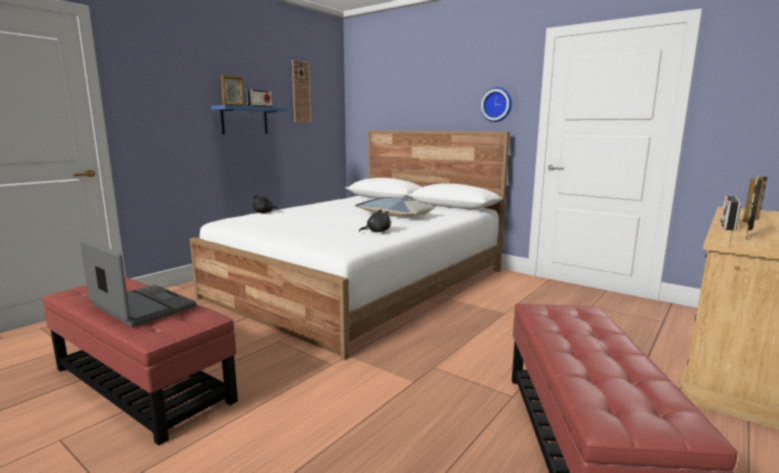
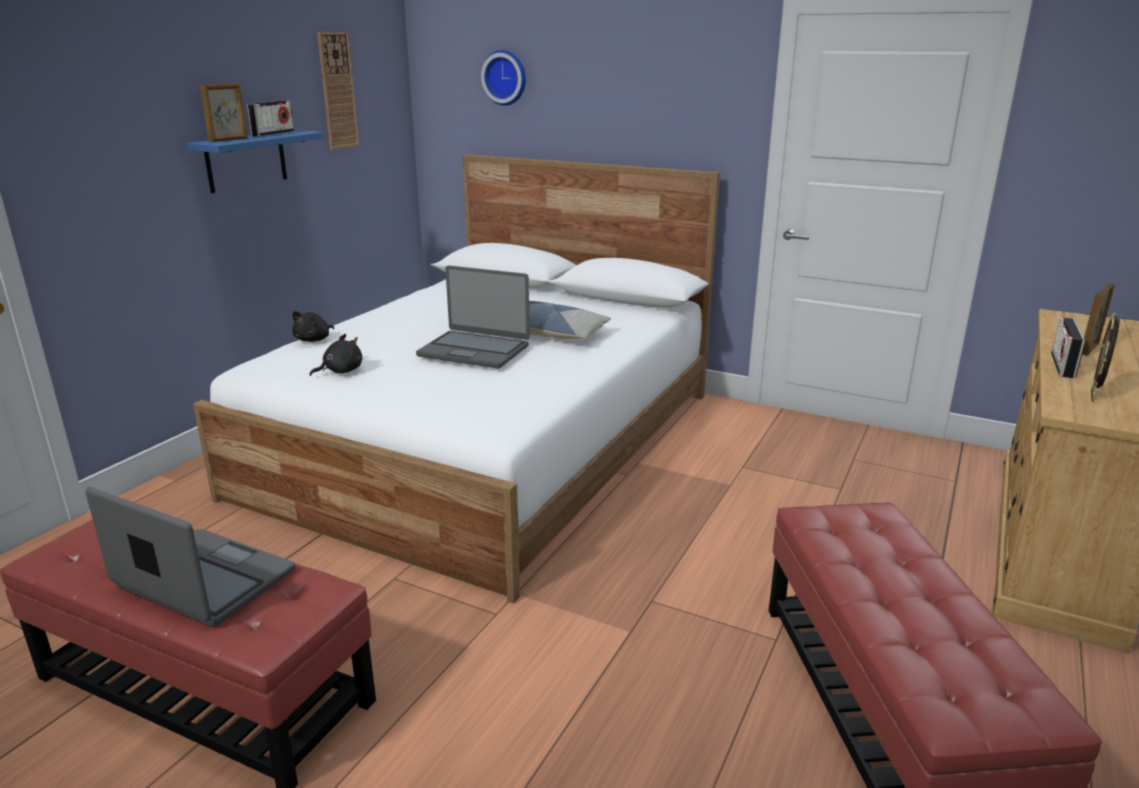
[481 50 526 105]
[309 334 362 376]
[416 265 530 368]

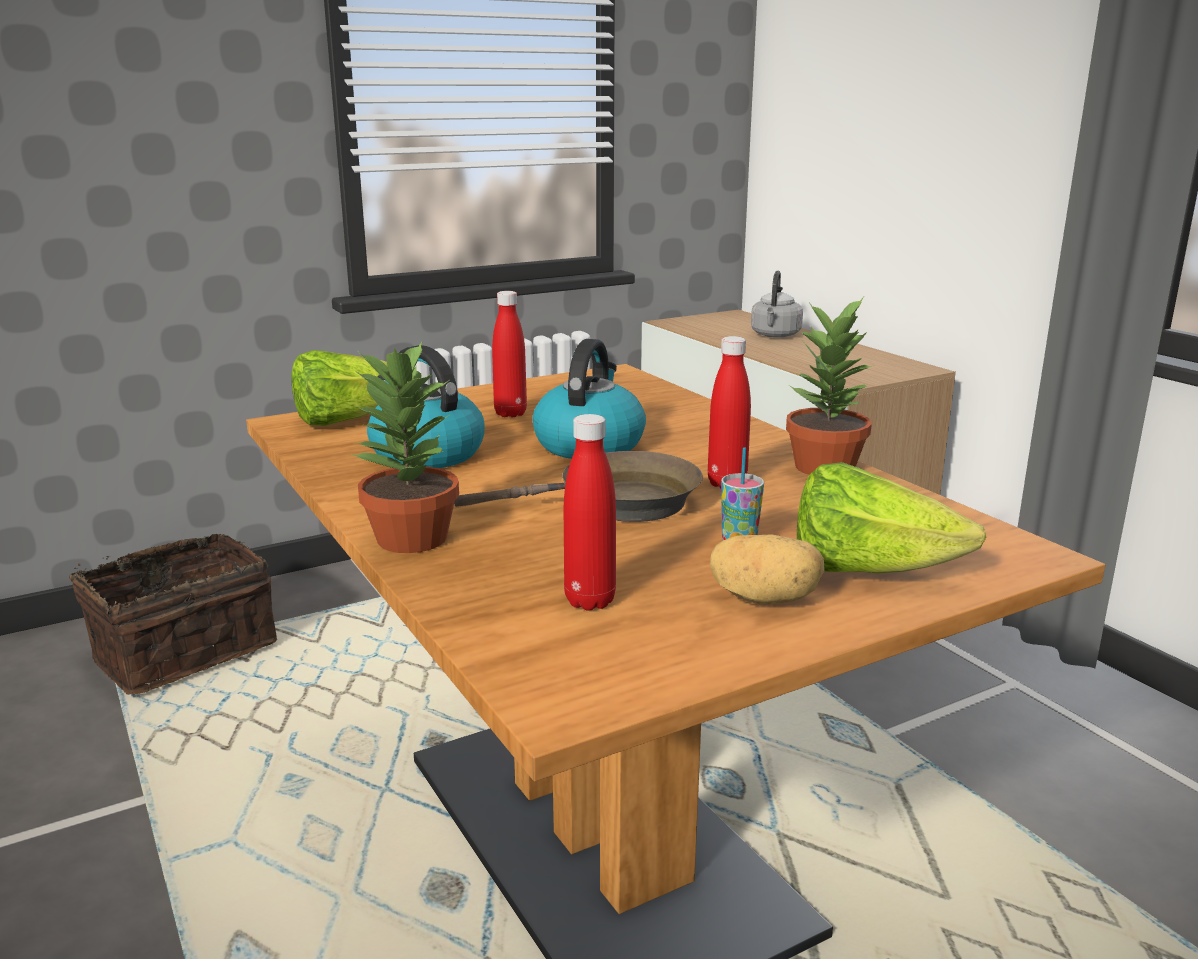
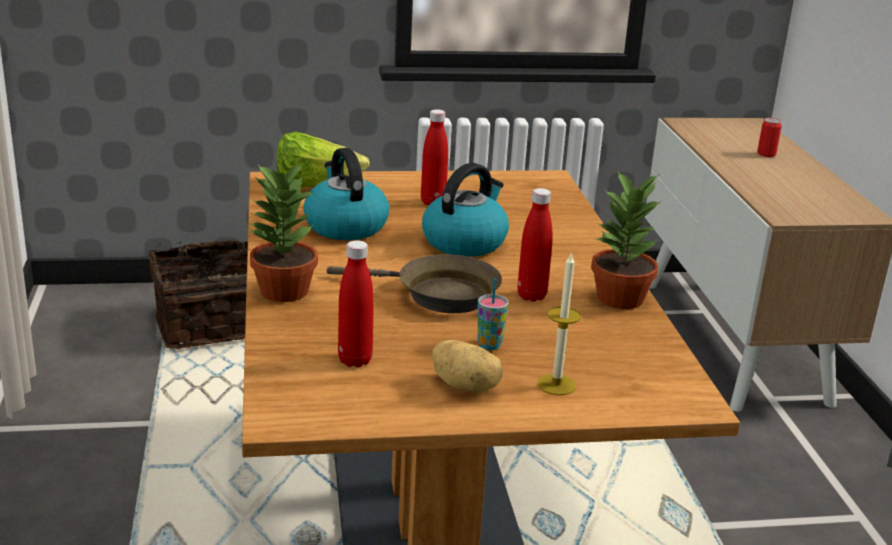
[757 118 782 157]
[537 252 581 395]

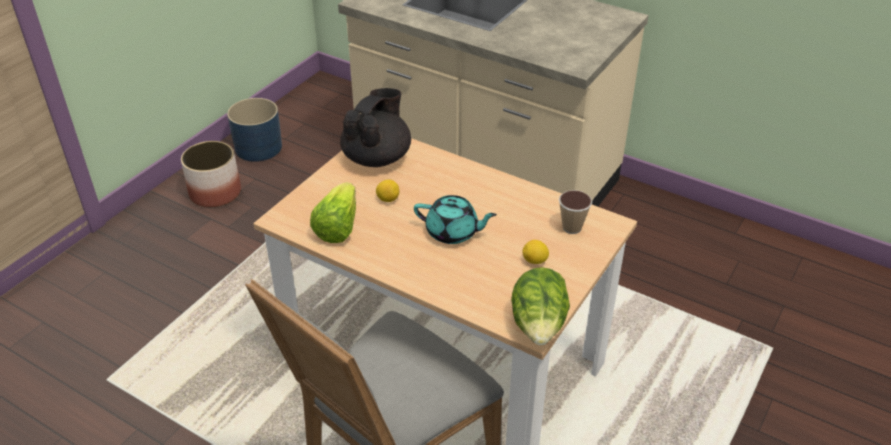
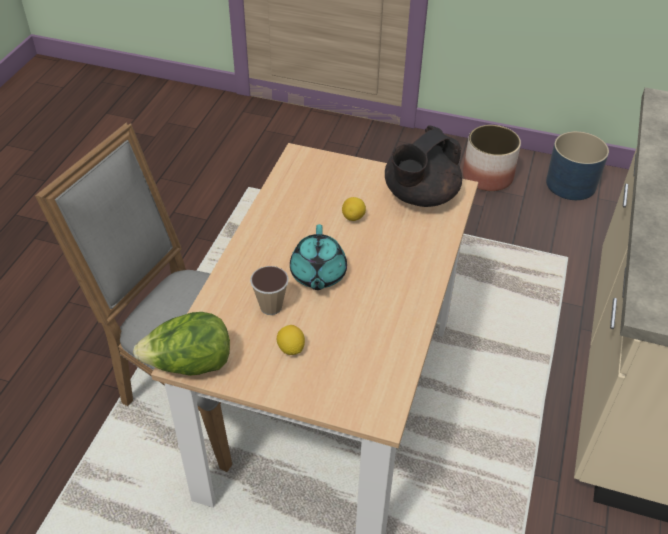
[385 125 462 207]
[310 182 356 243] (first image)
[250 266 289 315]

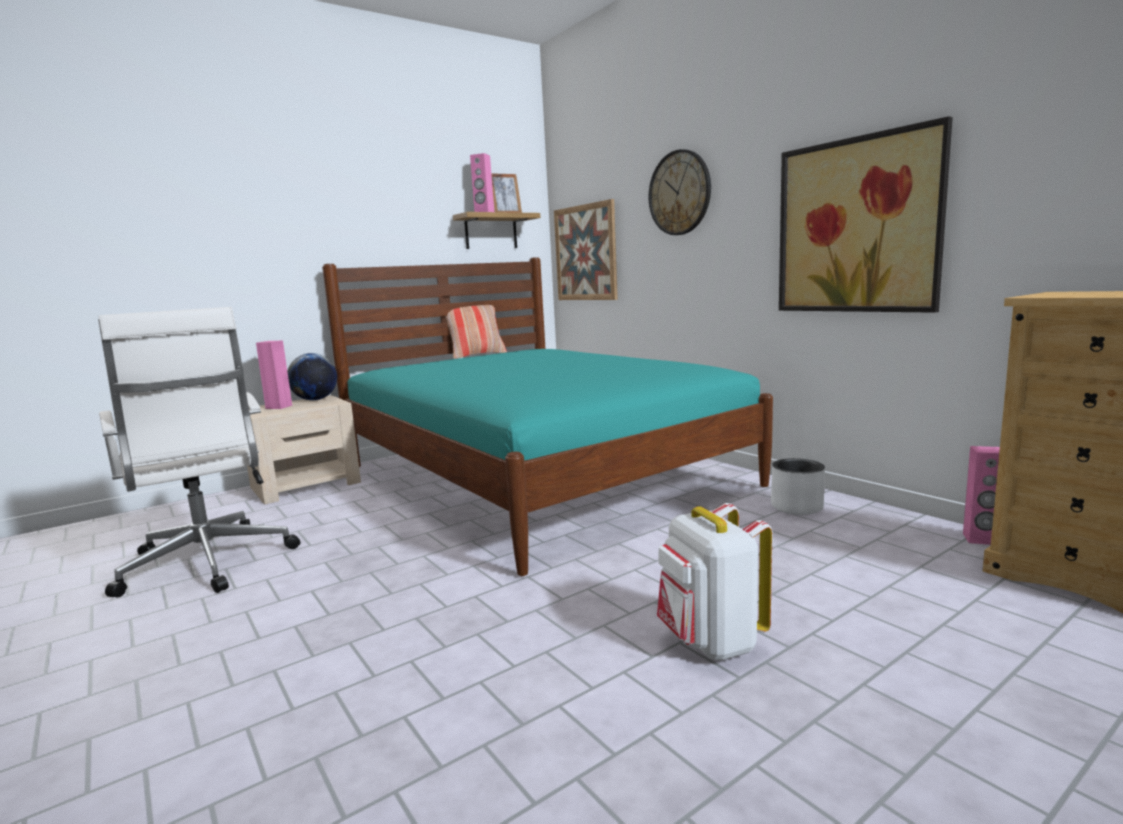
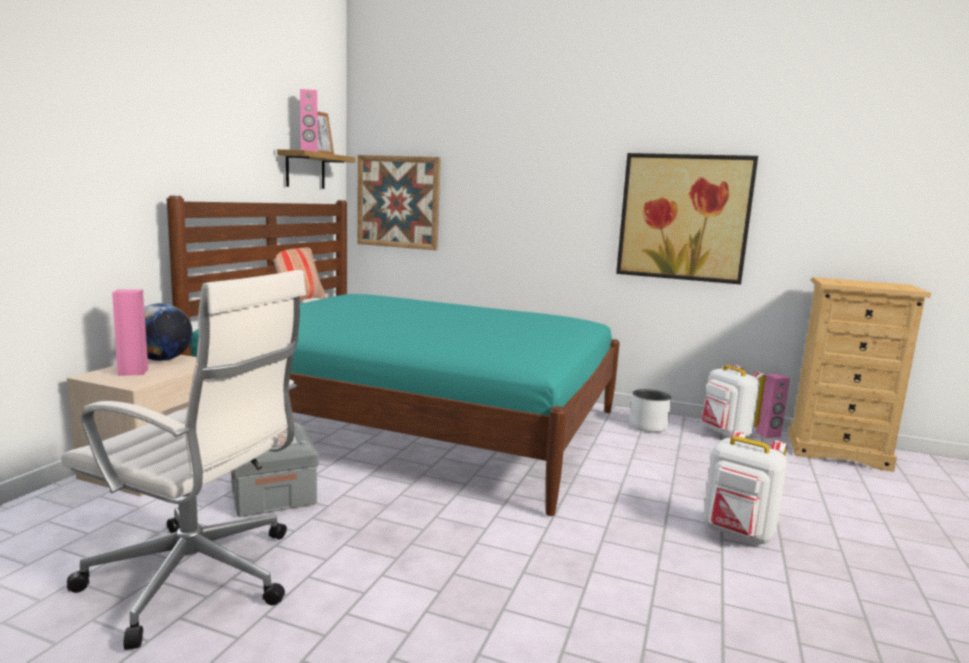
[649 149 711 235] (first image)
[702 365 766 438]
[231 423 319 517]

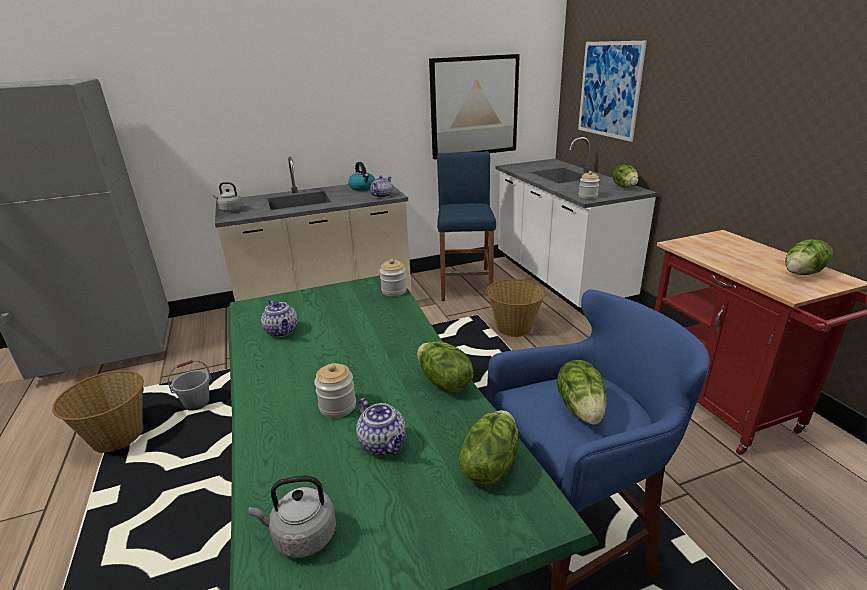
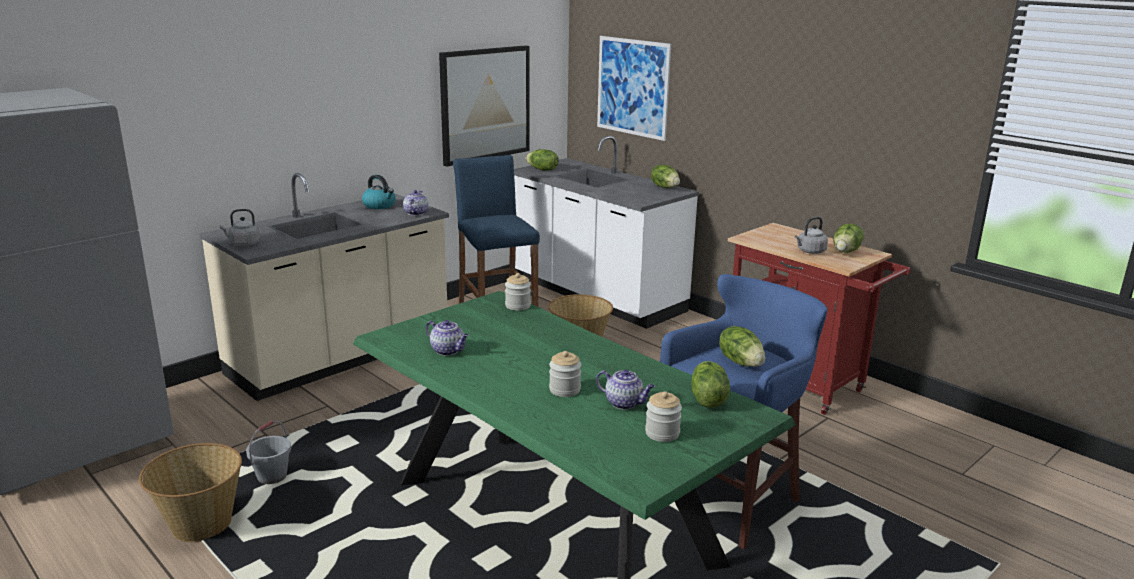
[645 391 682 442]
[526 149 559 170]
[795 217 828 254]

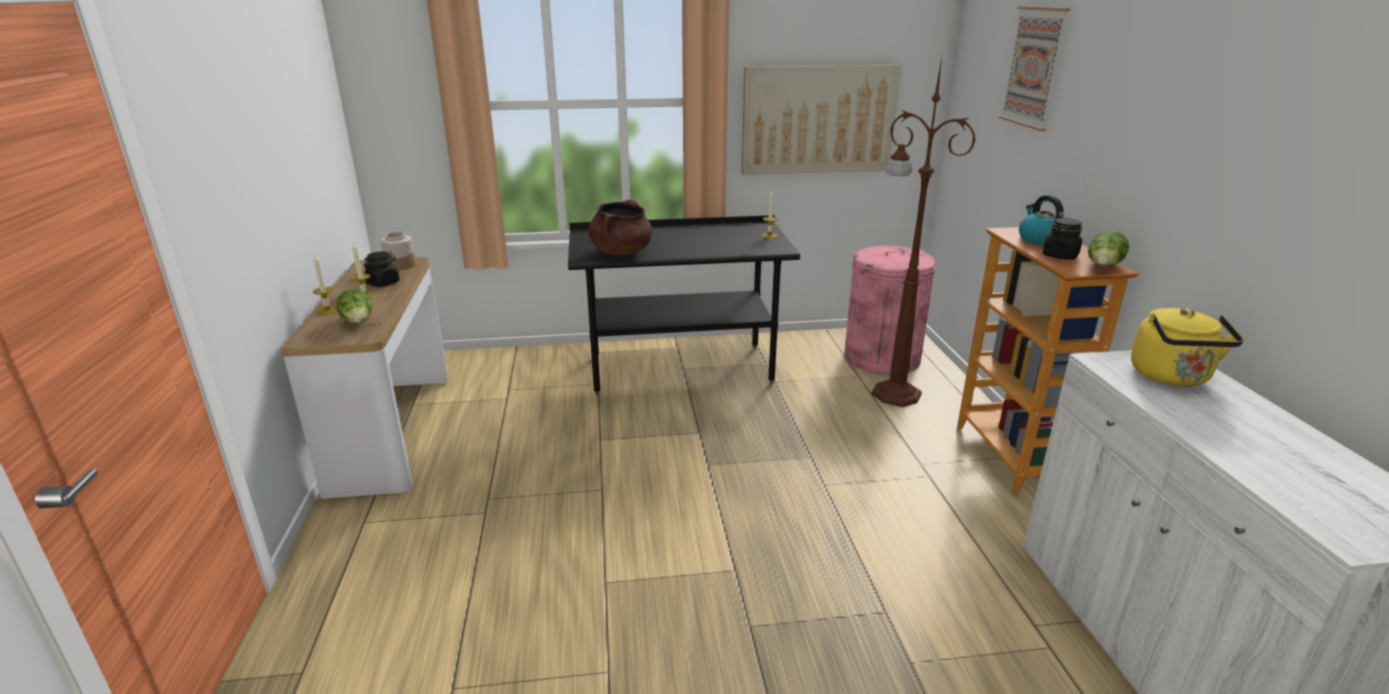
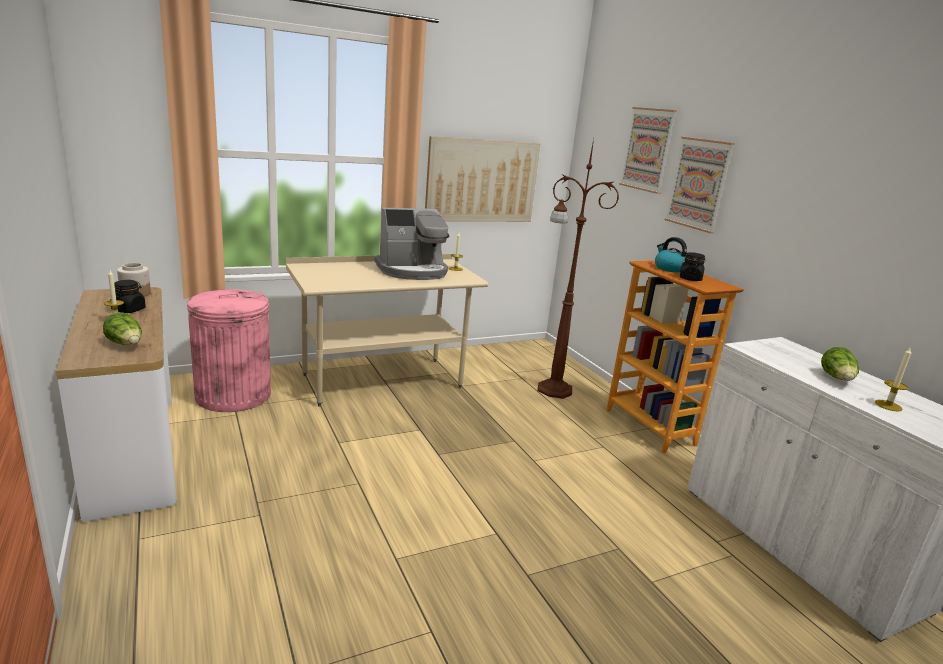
[588 200 652 255] (first image)
[286 254 488 406]
[821 347 859 381]
[187 289 271 412]
[875 348 911 412]
[1131 308 1244 387] (first image)
[665 137 735 233]
[374 208 450 280]

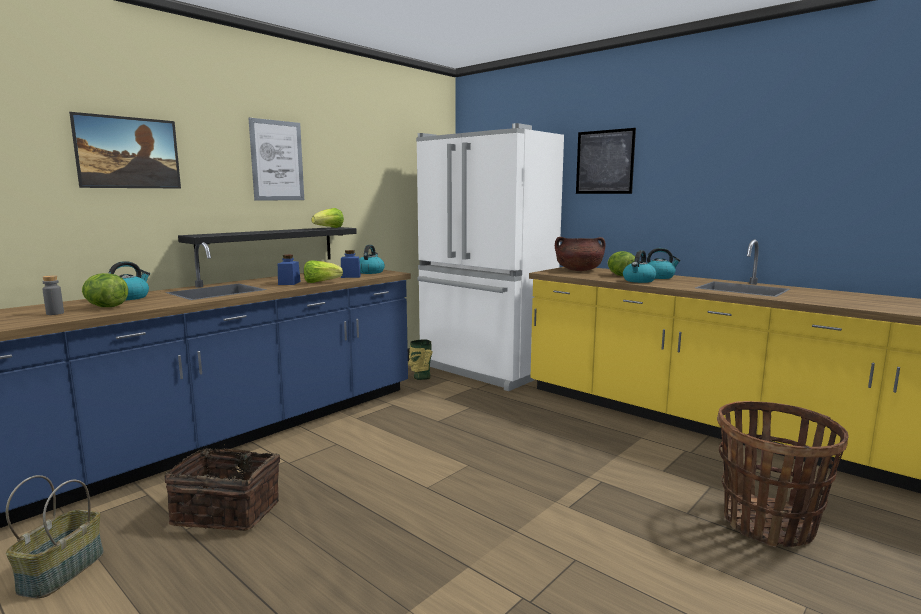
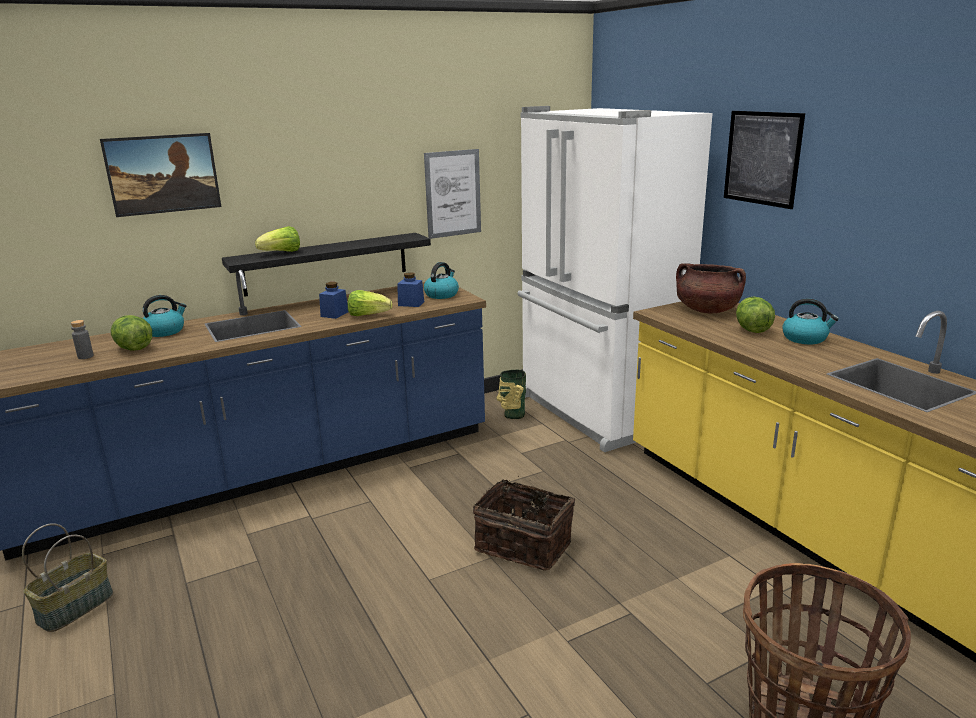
[424 149 481 239]
[255 226 300 252]
[623 250 657 283] (first image)
[473 476 575 571]

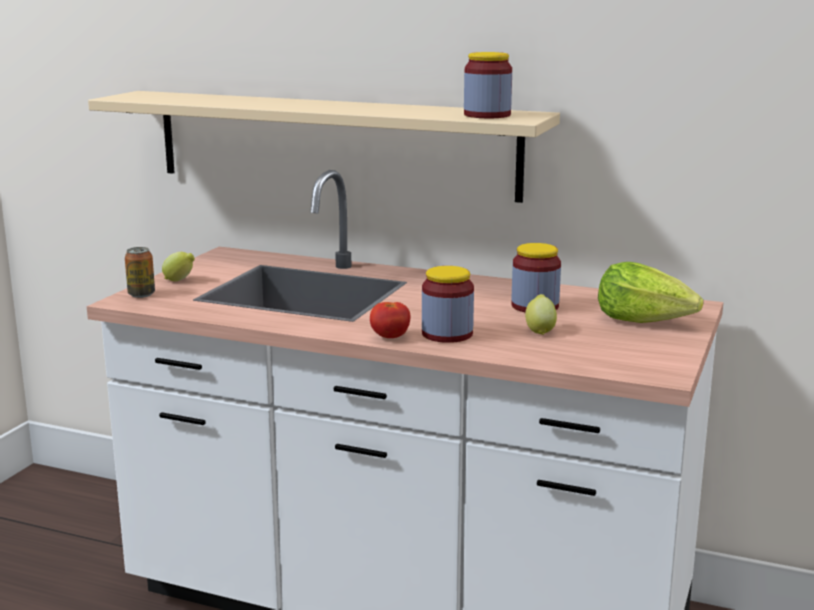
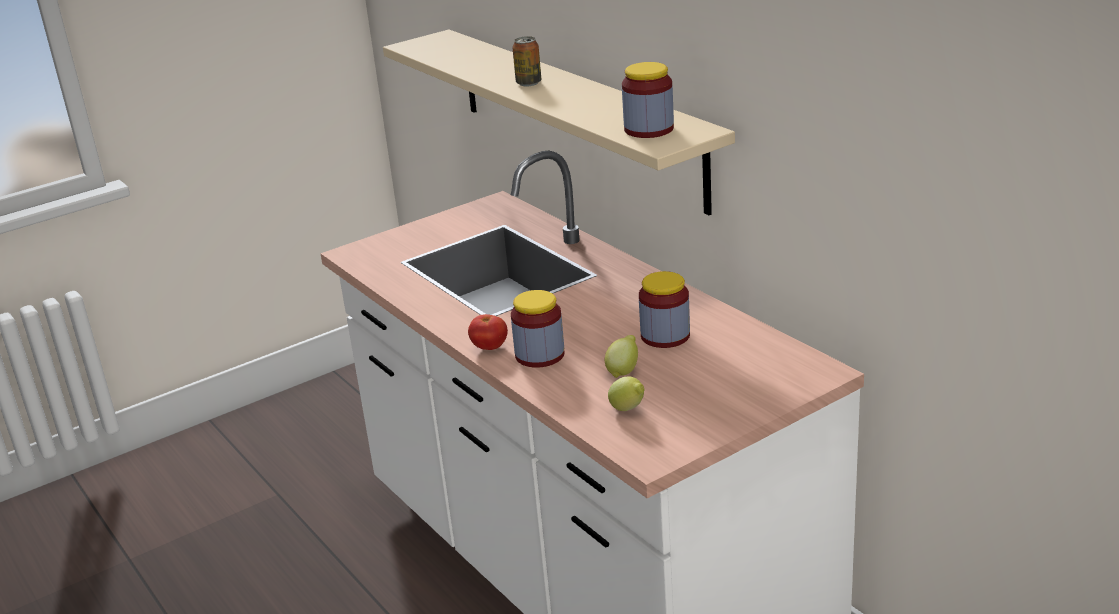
[512 36 541 87]
[608 376 645 411]
[598 262 704 323] (first image)

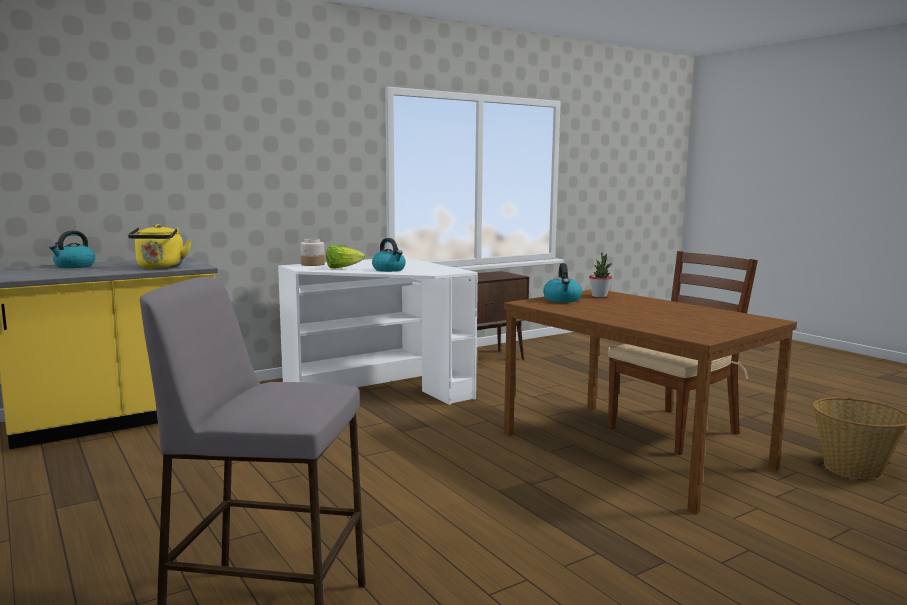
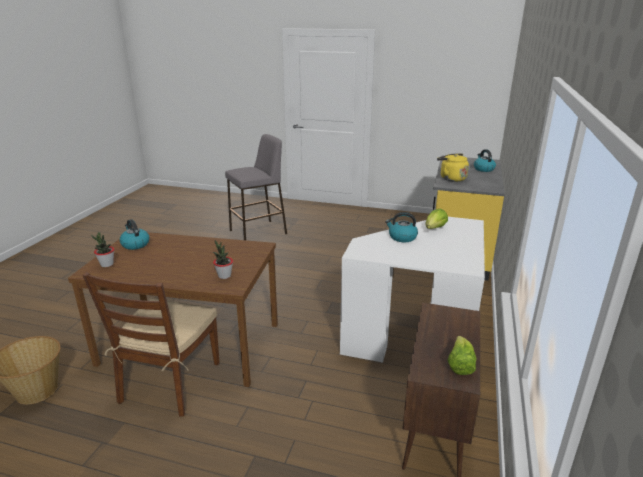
[300 239 325 266] (first image)
[120 219 149 250]
[91 232 114 267]
[448 336 477 375]

